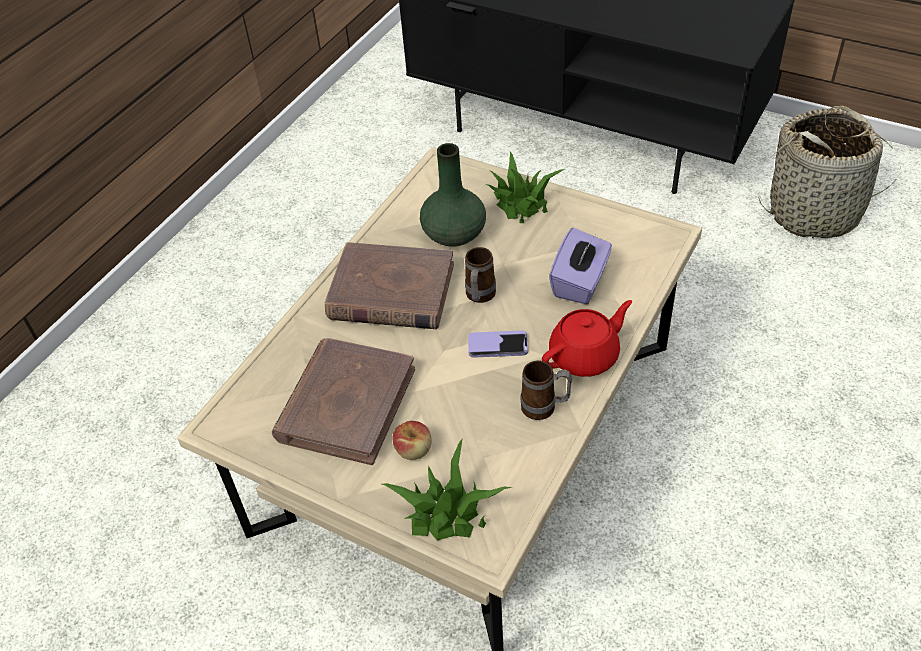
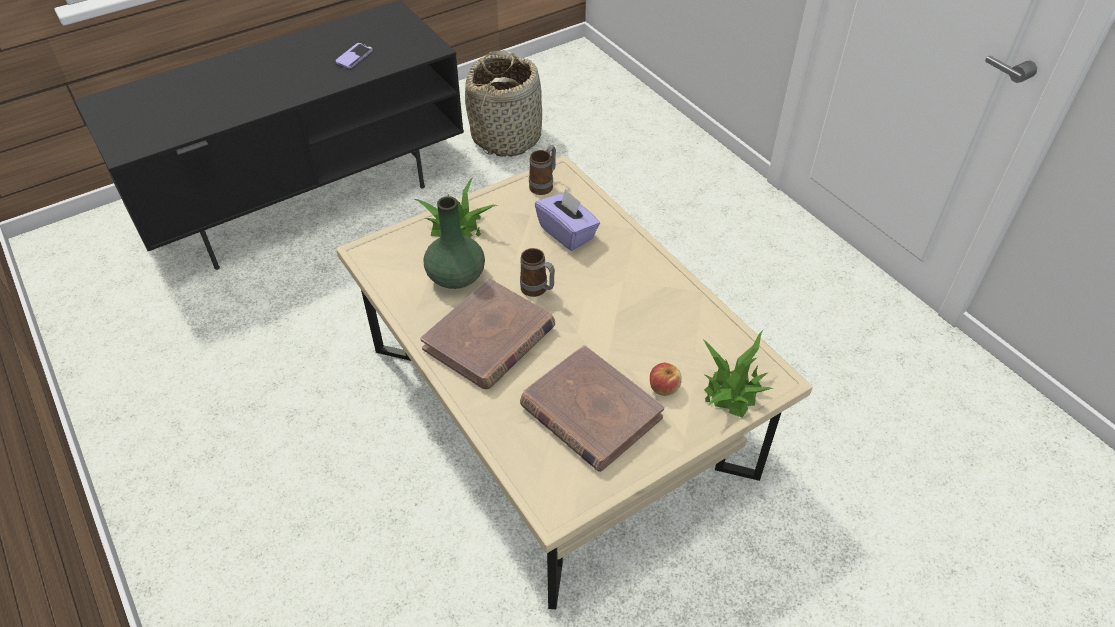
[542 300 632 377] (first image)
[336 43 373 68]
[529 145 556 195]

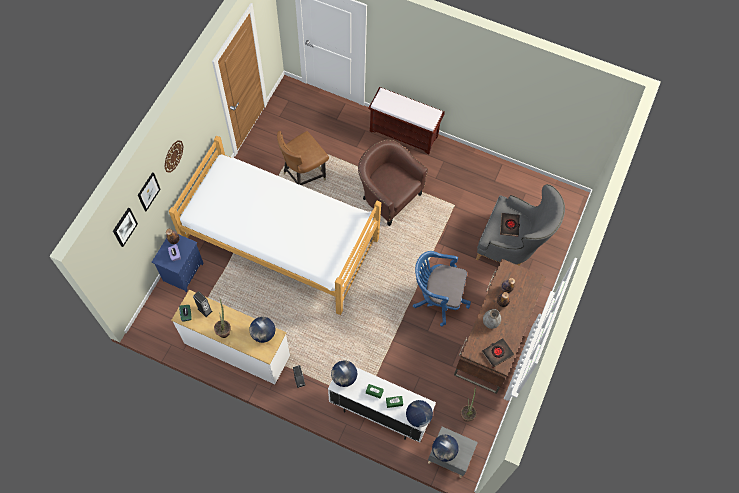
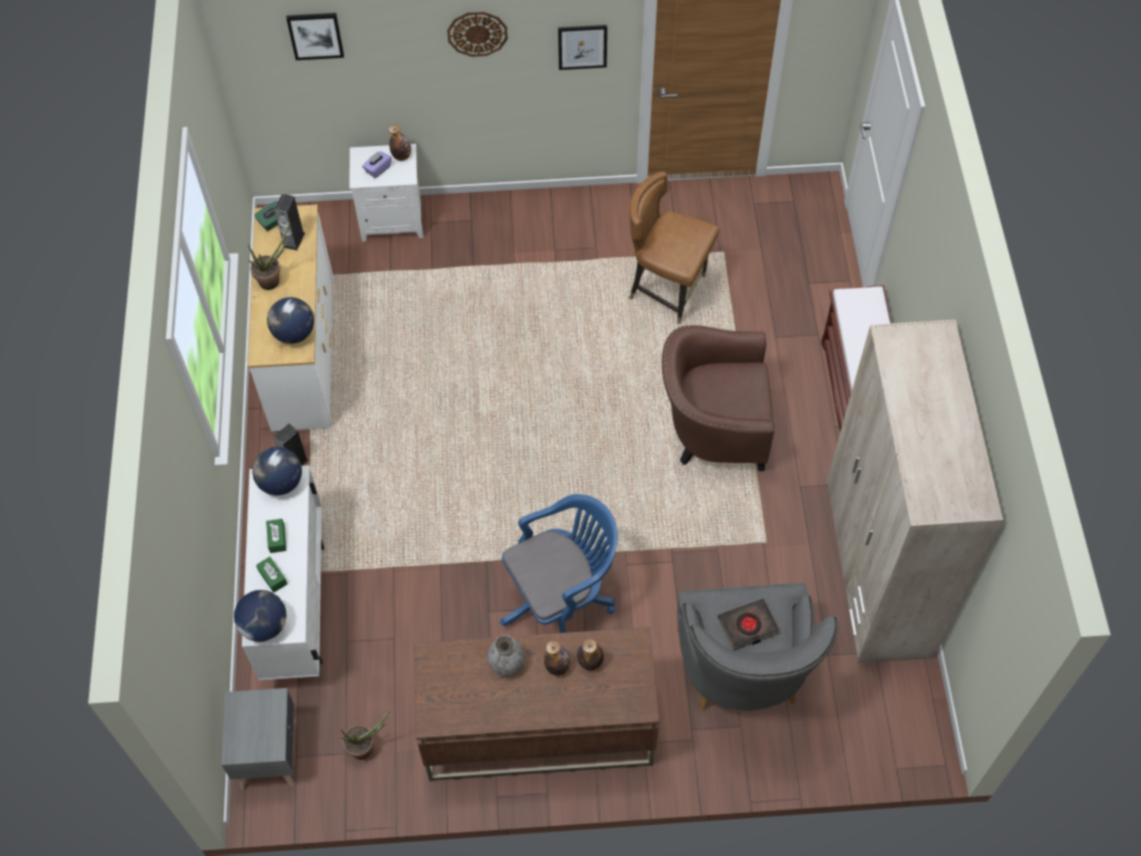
[169 136 381 315] (first image)
[662 325 775 471]
[558 25 607 70]
[350 144 423 242]
[500 494 618 633]
[482 338 514 368] (first image)
[432 435 459 462] (first image)
[827 320 1003 663]

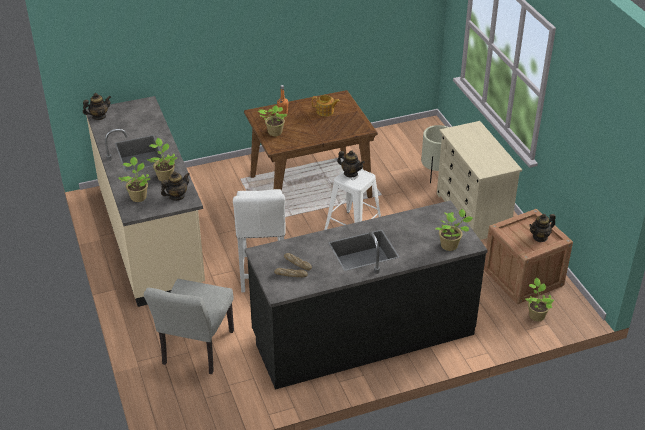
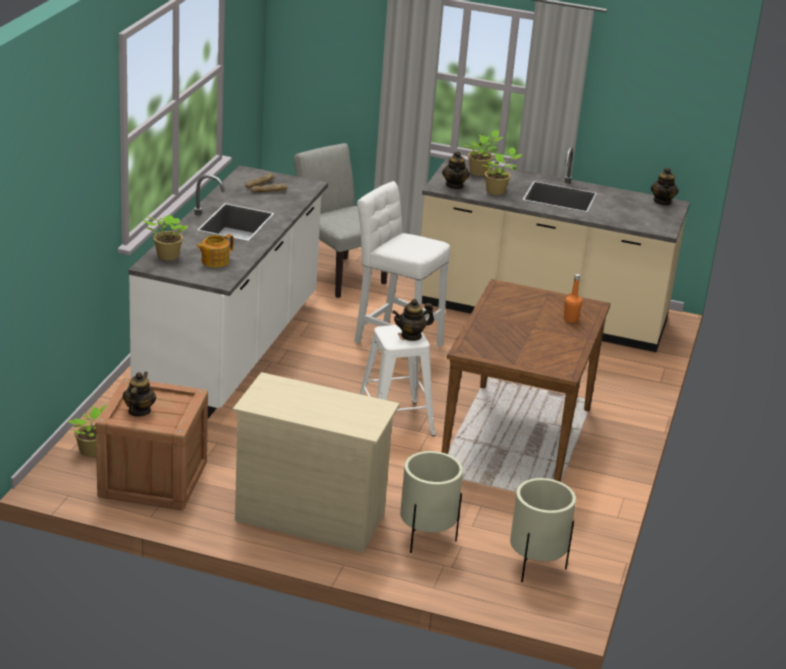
[197 234 234 267]
[258 105 287 136] (first image)
[128 165 328 419]
[510 478 576 582]

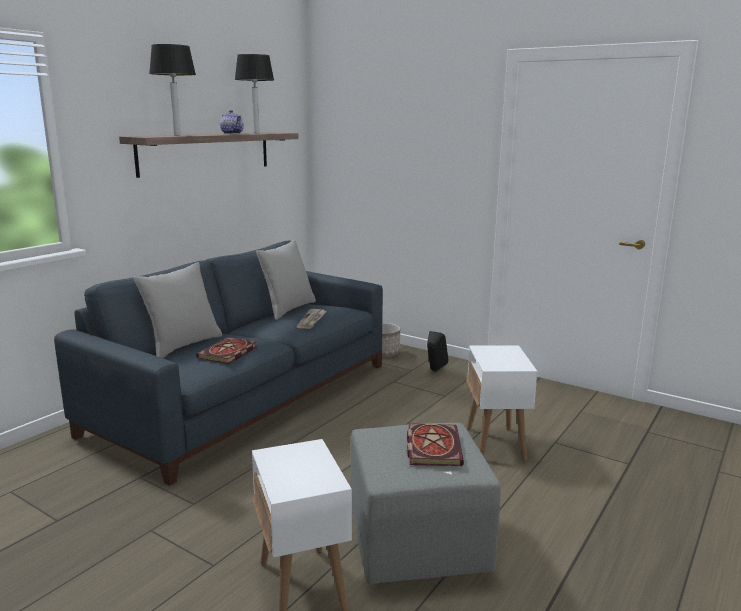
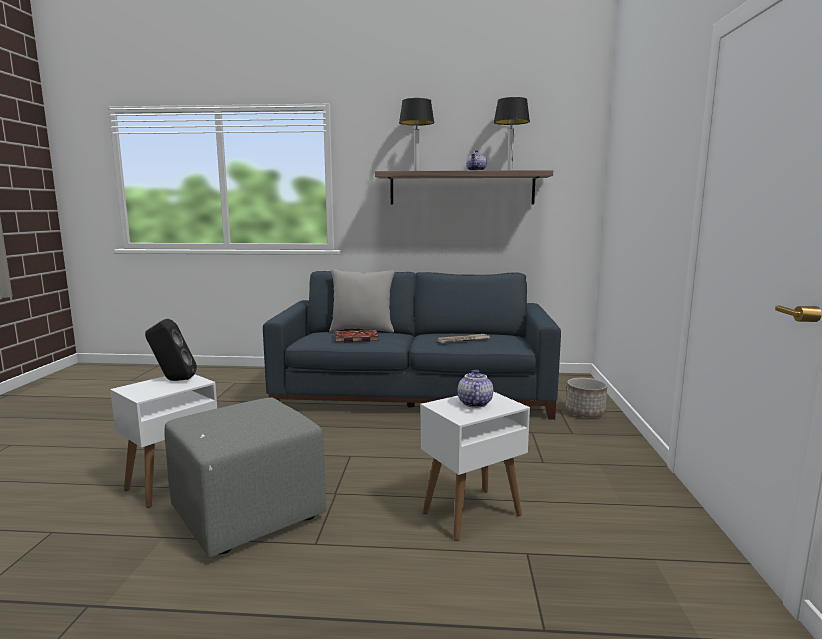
[256 240 316 320] (first image)
[145 319 197 381]
[407 423 464 466] (first image)
[458 370 493 408]

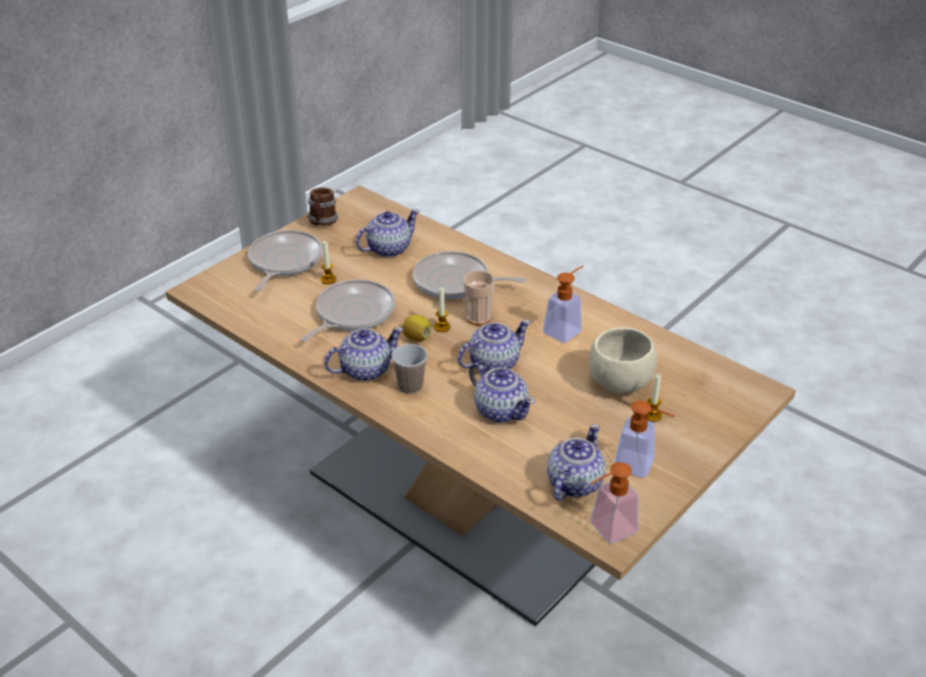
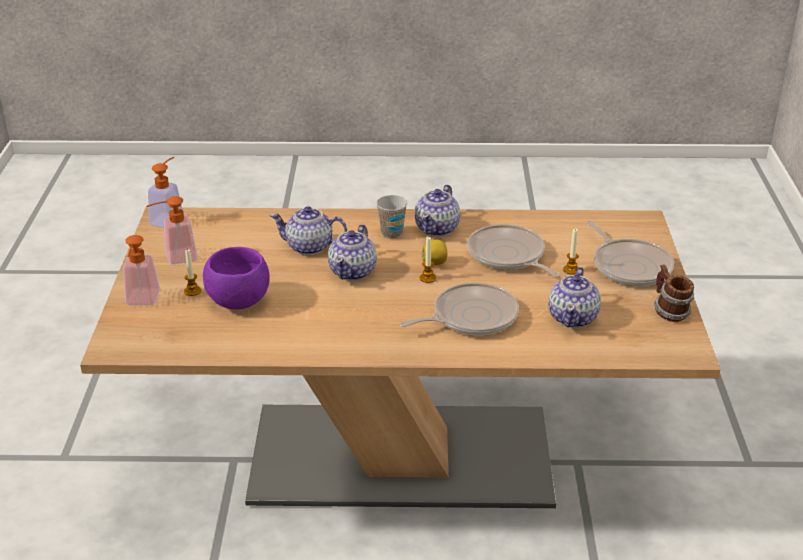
[123 235 160 305]
[463 271 495 325] (first image)
[467 224 560 277]
[203 247 270 309]
[547 424 605 501] (first image)

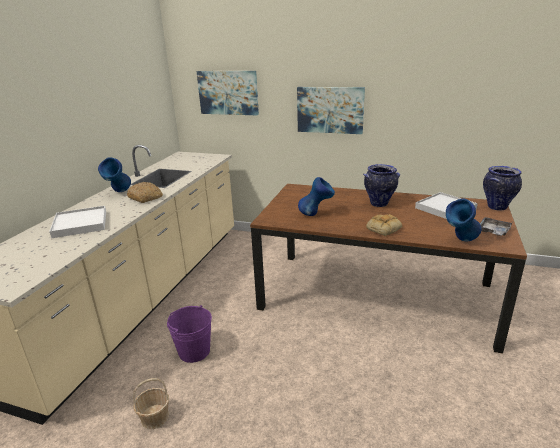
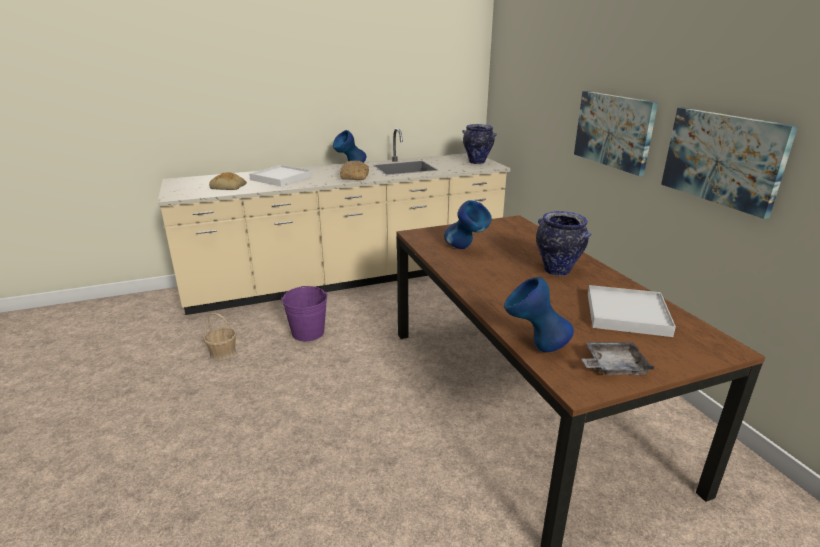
[661 108 798 219]
[462 124 497 164]
[209 172 247 190]

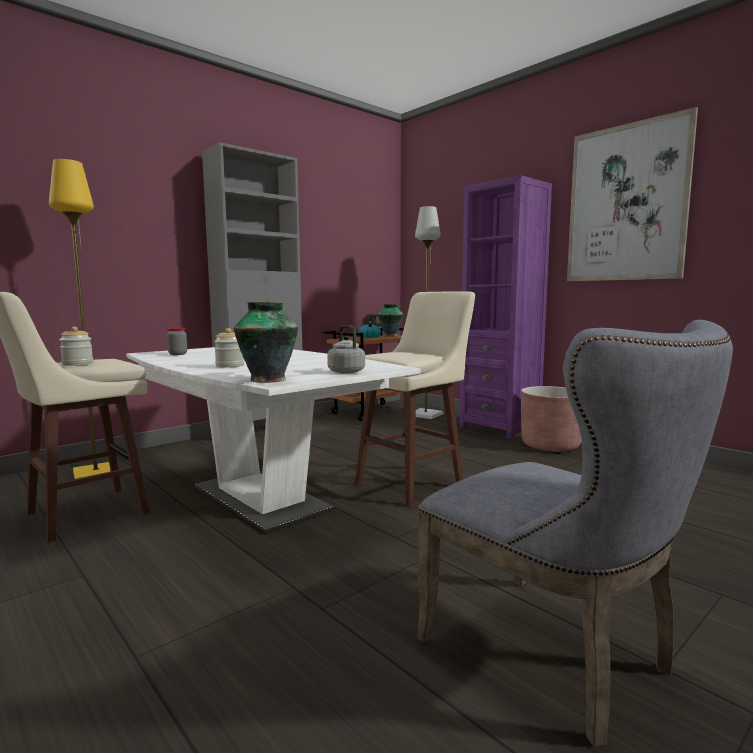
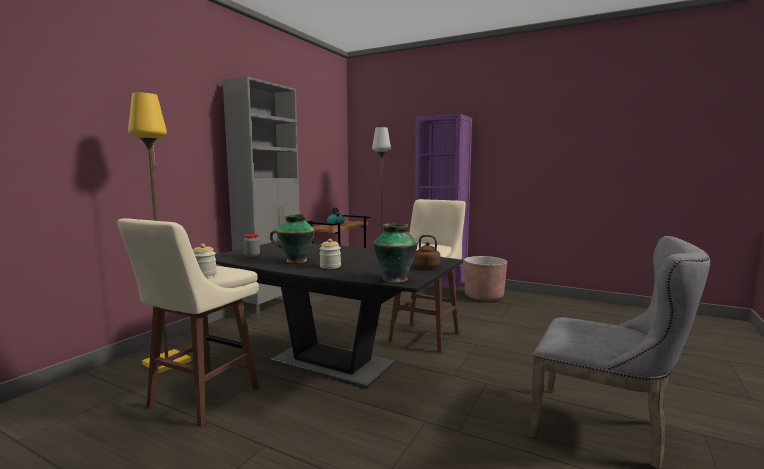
[567 107 698 281] (first image)
[270 214 315 263]
[414 235 440 269]
[215 241 463 388]

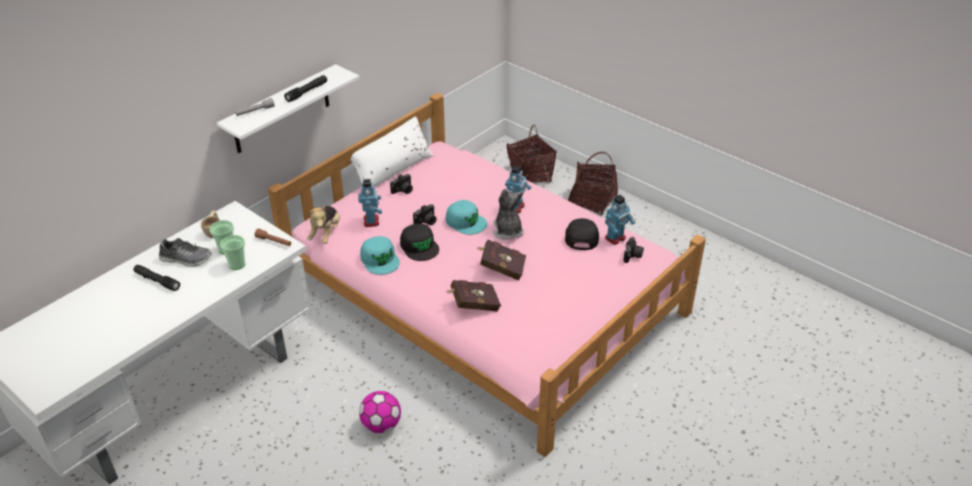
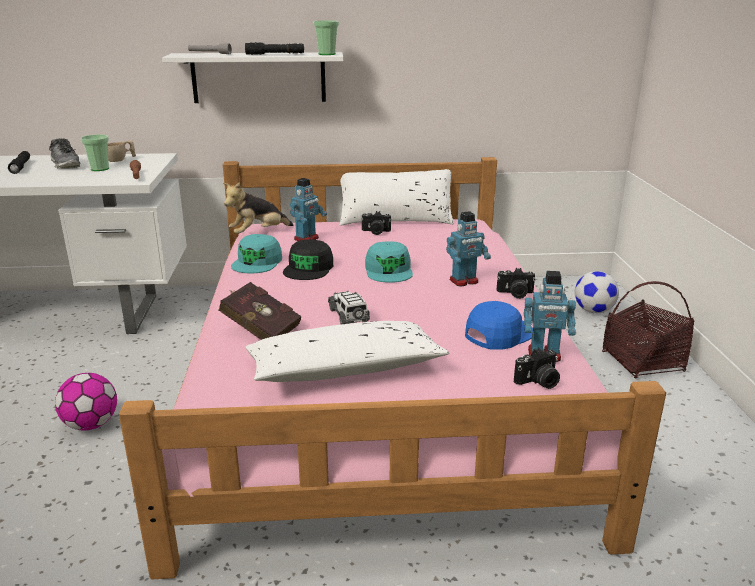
[574 271 619 313]
[493 188 524 240] (first image)
[497 268 536 299]
[465 301 533 350]
[313 20 339 55]
[328 291 370 324]
[246 321 450 382]

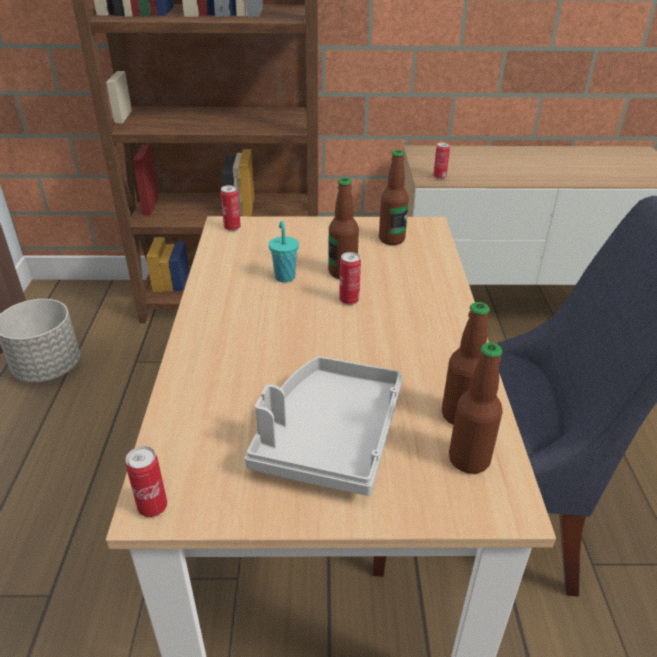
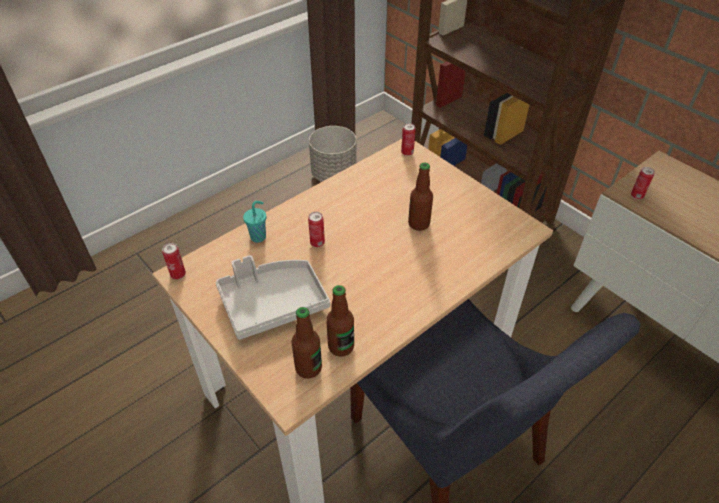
[379 150 409 245] (first image)
[243 201 266 243]
[308 212 325 247]

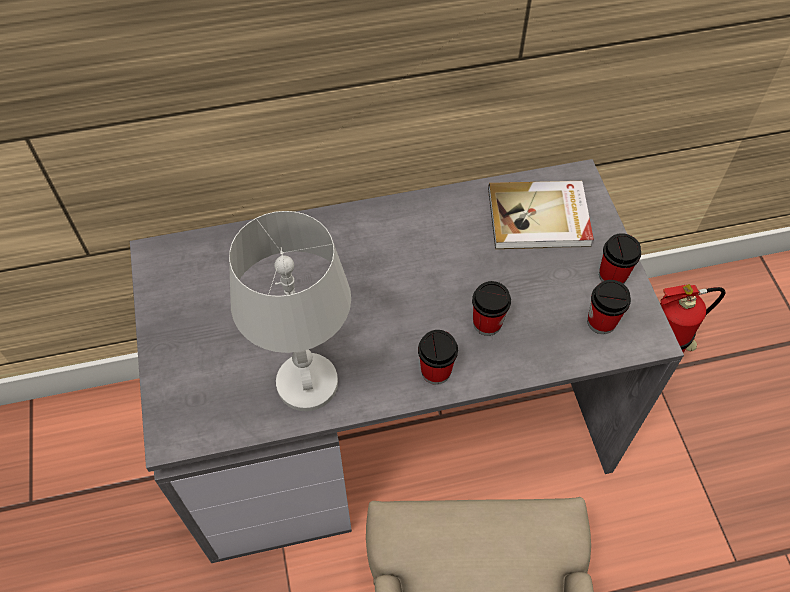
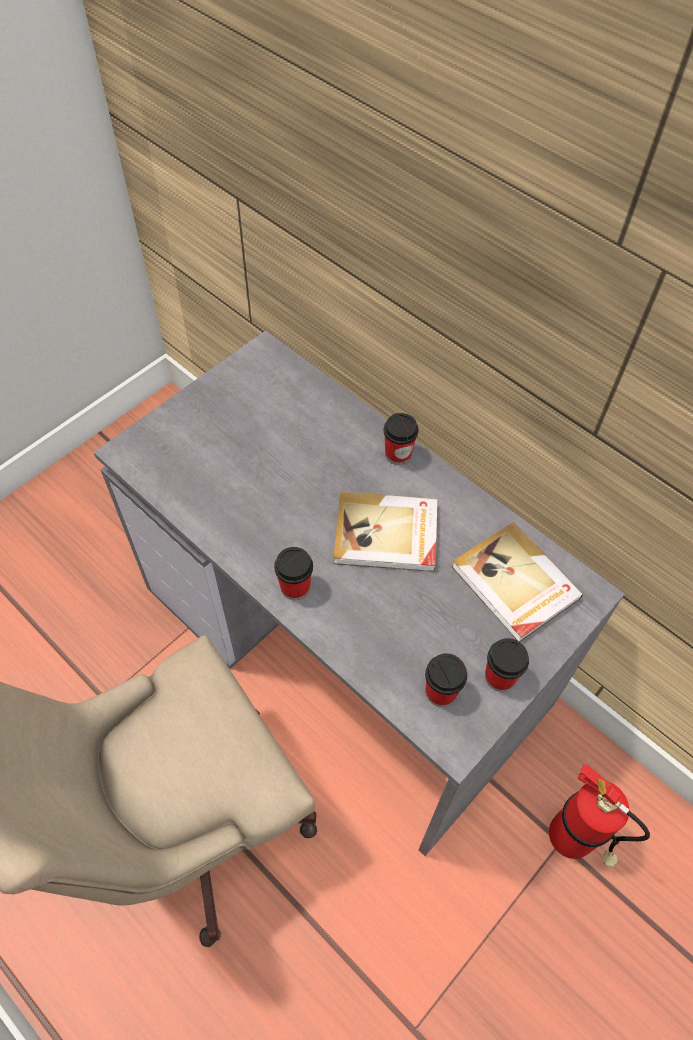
[229 211 351 411] (first image)
[384 413 419 465]
[334 492 437 572]

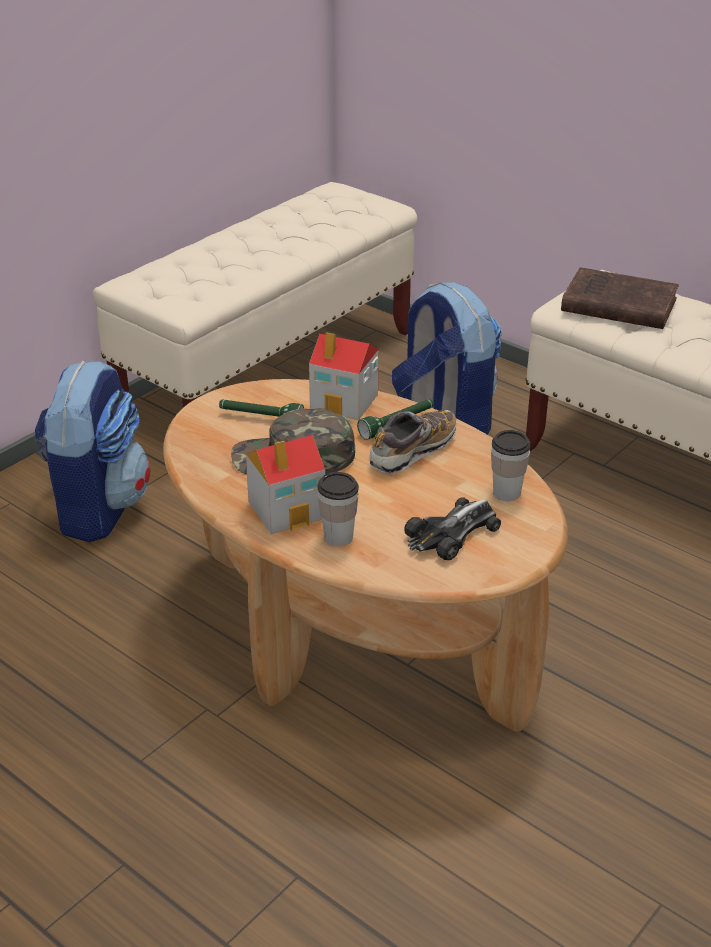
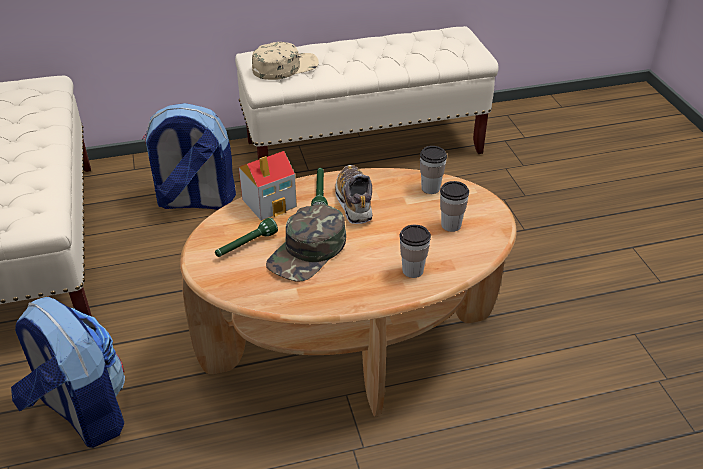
[252 42 319 80]
[246 435 325 534] (first image)
[440 181 469 232]

